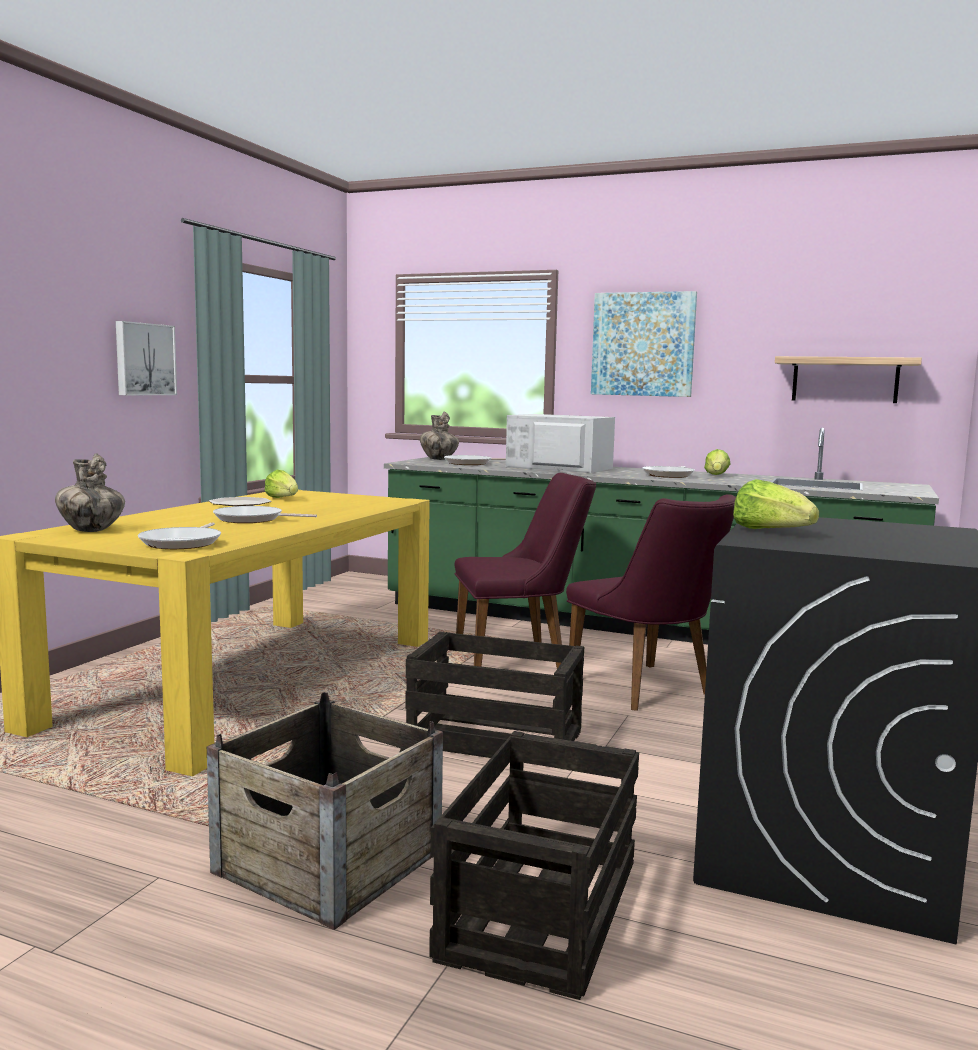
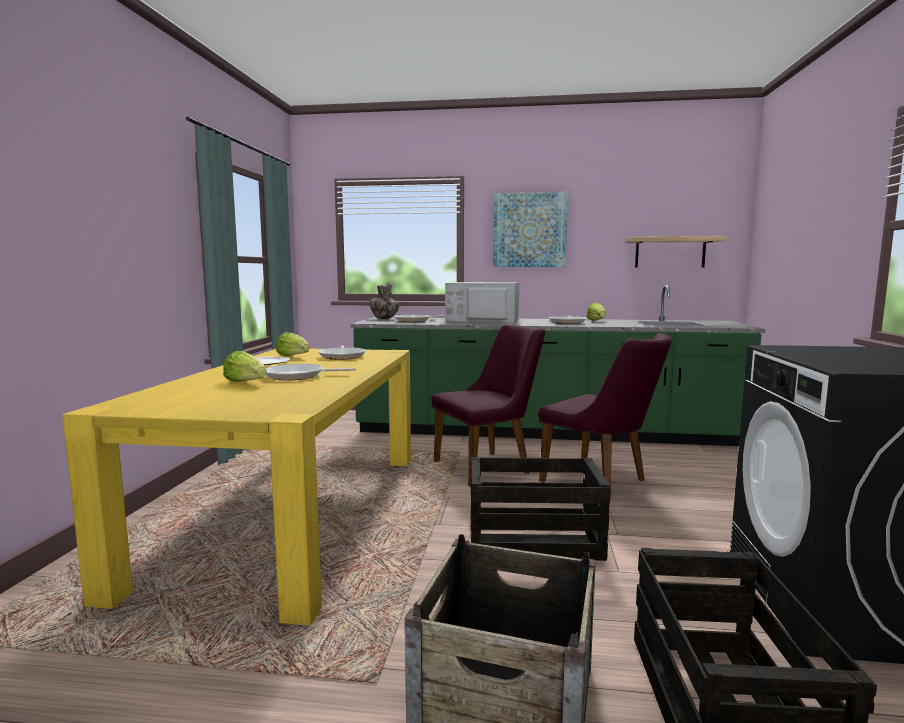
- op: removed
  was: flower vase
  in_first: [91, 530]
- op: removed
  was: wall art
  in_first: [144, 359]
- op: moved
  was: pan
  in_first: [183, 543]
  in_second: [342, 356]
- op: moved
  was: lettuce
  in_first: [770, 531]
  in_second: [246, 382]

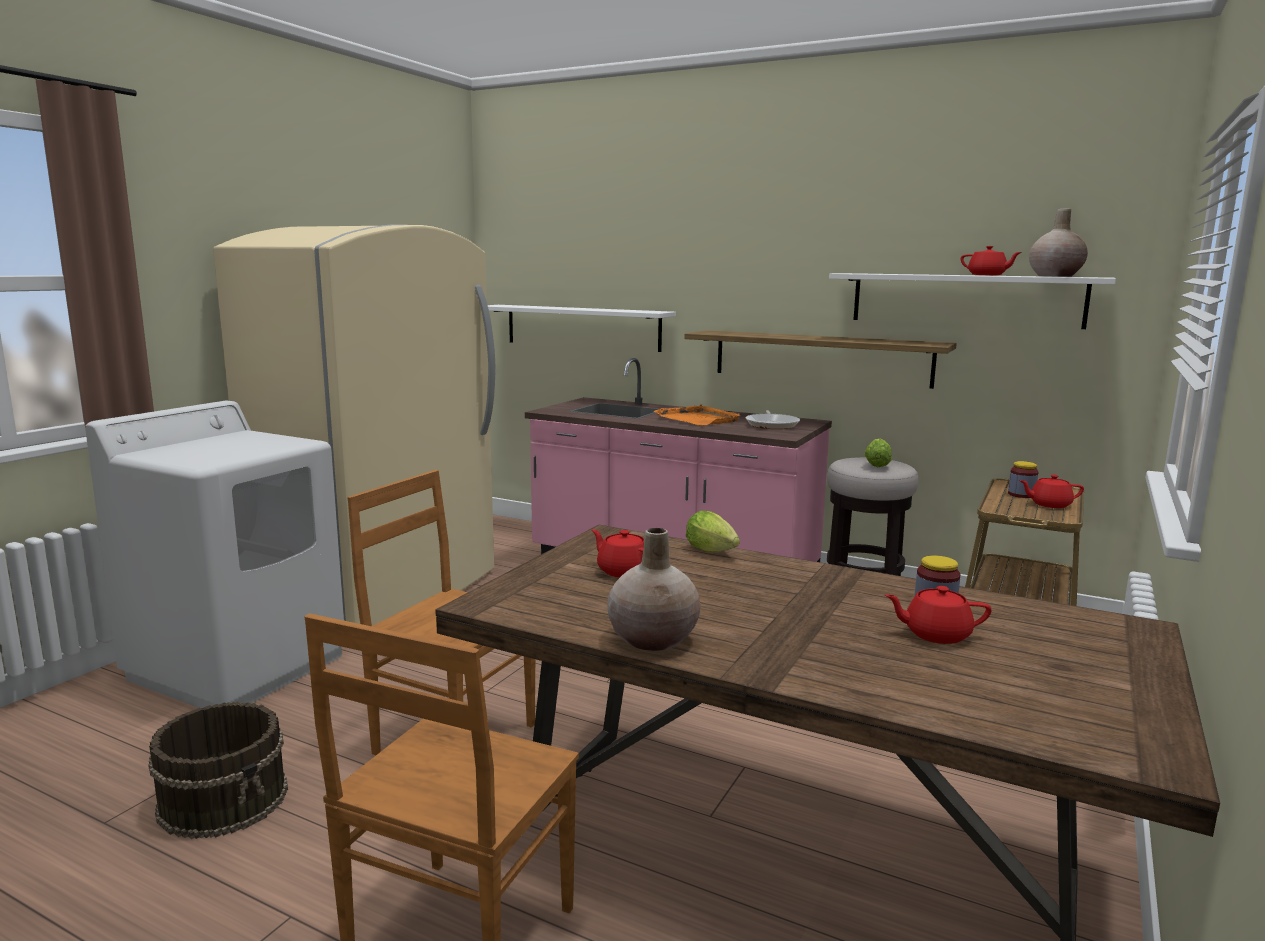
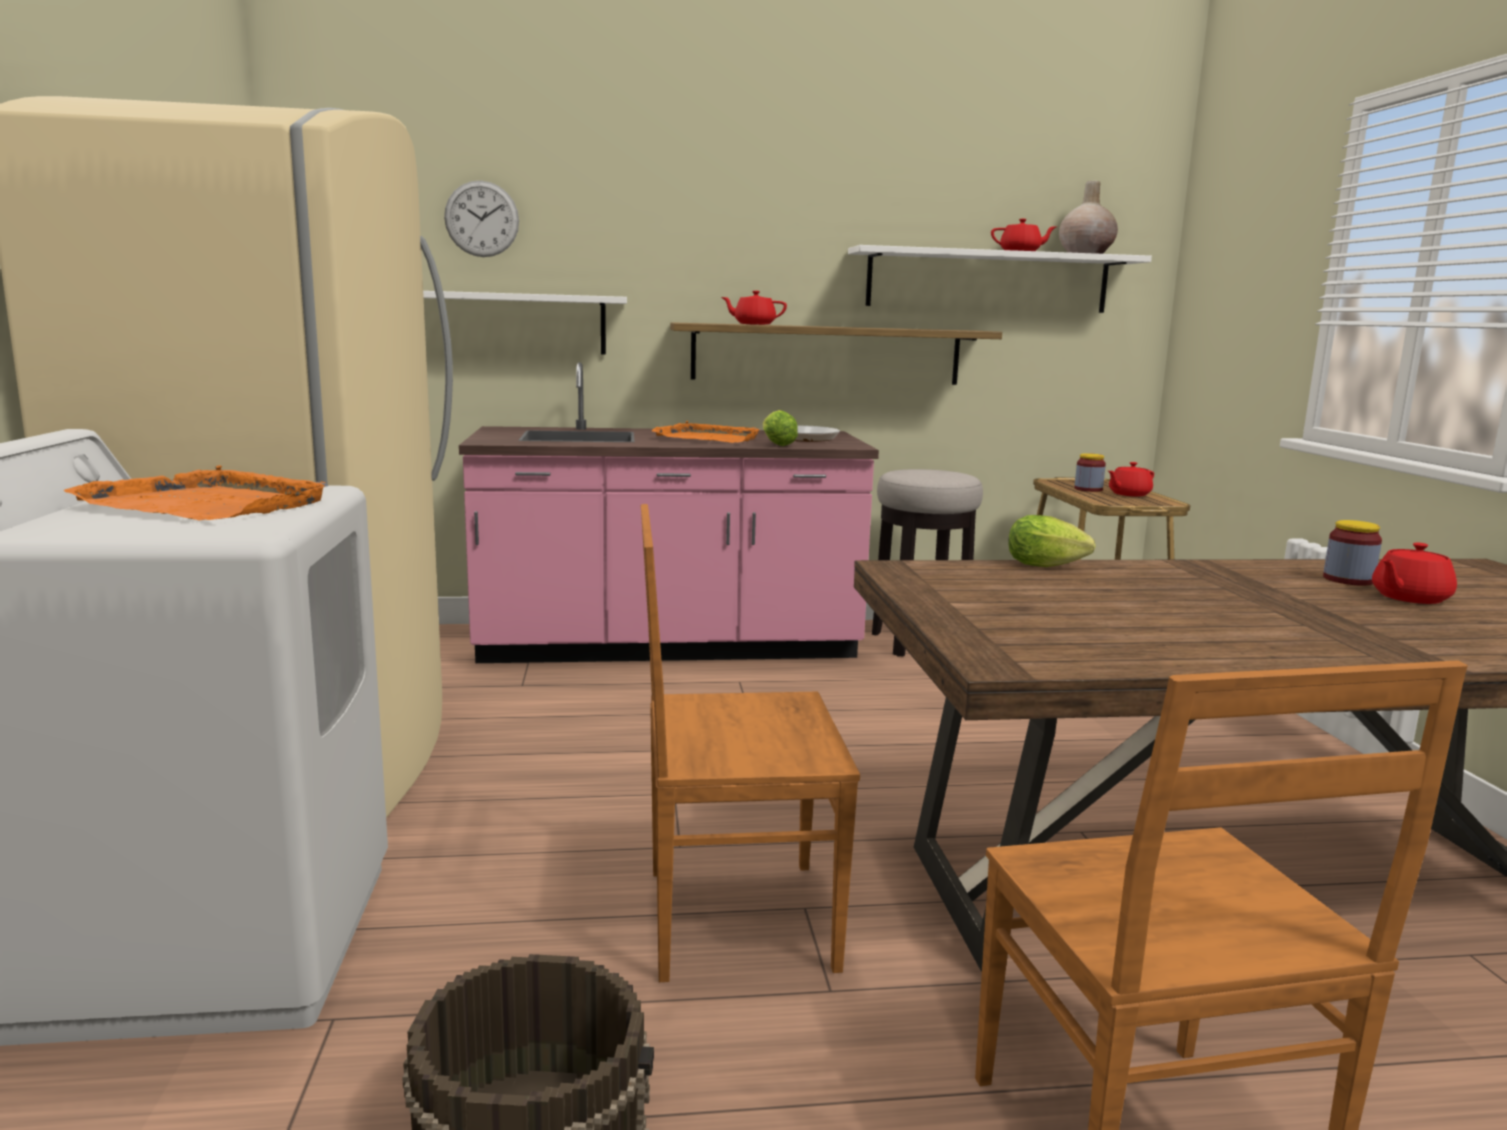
- op: moved
  was: teapot (reddish)
  in_first: [623, 571]
  in_second: [753, 324]
- op: removed
  was: flower vase (beige)
  in_first: [653, 639]
- op: moved
  was: lettuce
  in_first: [877, 464]
  in_second: [776, 444]
- op: added
  now: carrying tray (orangey)
  in_second: [208, 504]
- op: added
  now: clock on the wall
  in_second: [481, 219]

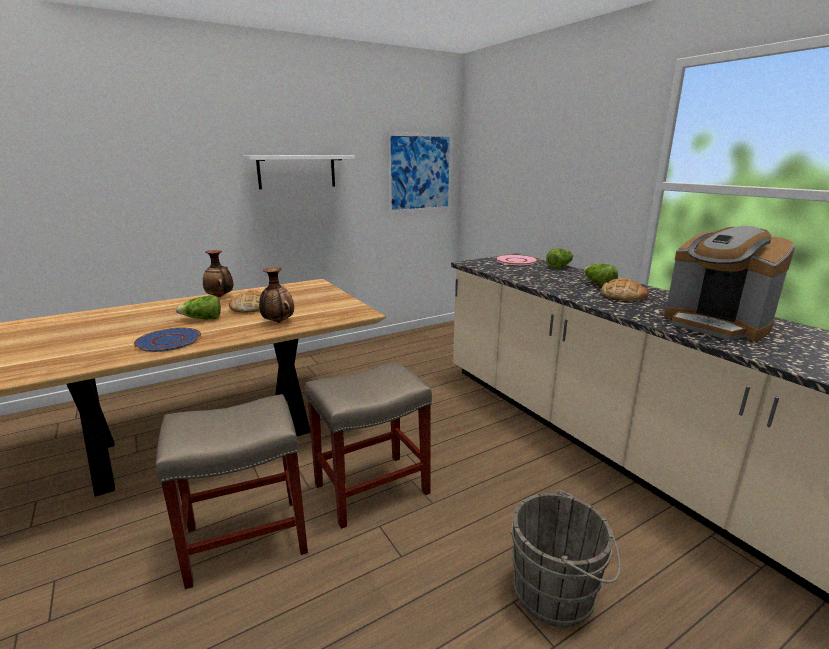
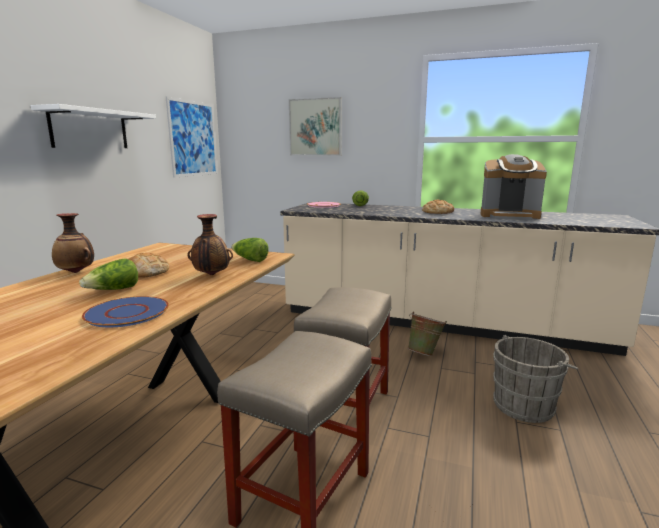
- op: moved
  was: lettuce
  in_first: [598, 284]
  in_second: [250, 260]
- op: added
  now: wall art
  in_second: [315, 127]
- op: added
  now: water bucket (greenish)
  in_second: [425, 353]

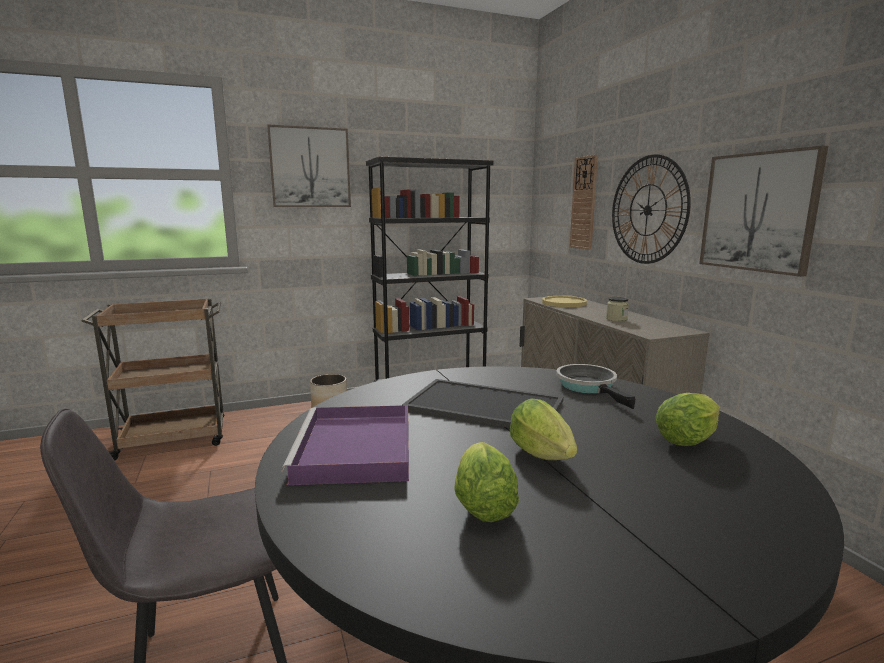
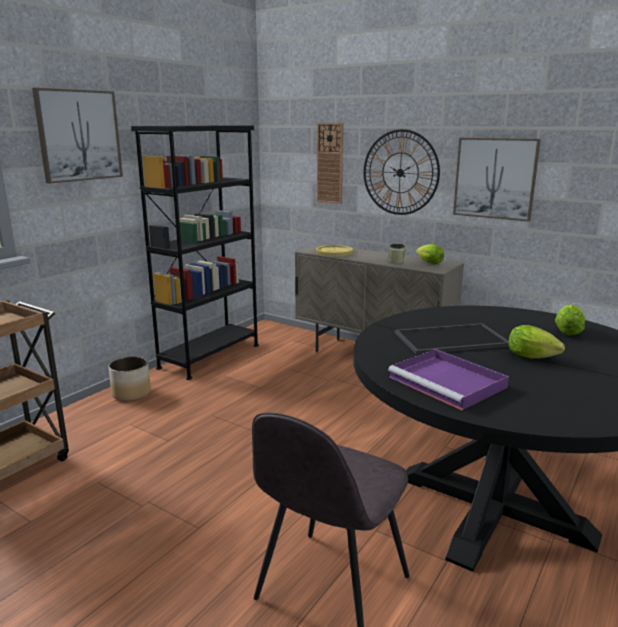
- op: moved
  was: lettuce
  in_first: [483, 503]
  in_second: [428, 263]
- op: removed
  was: pan
  in_first: [589, 387]

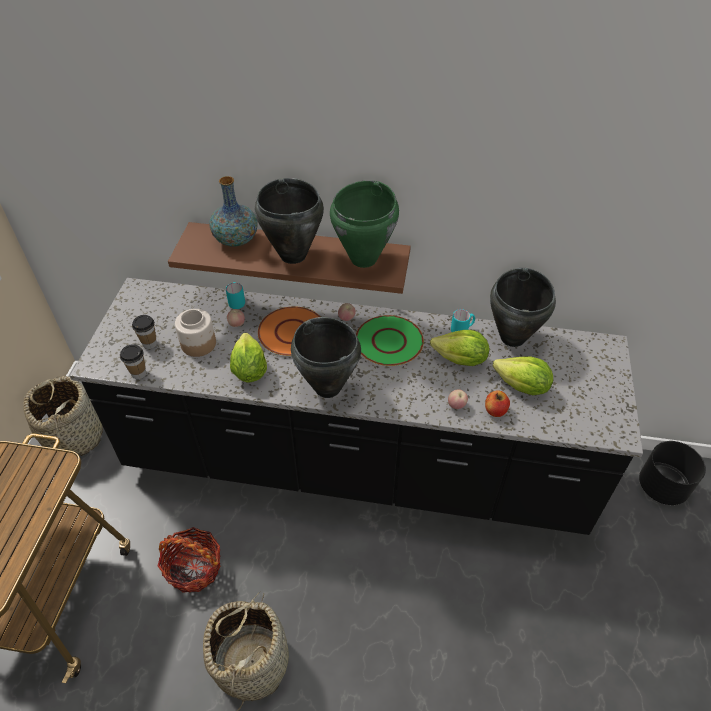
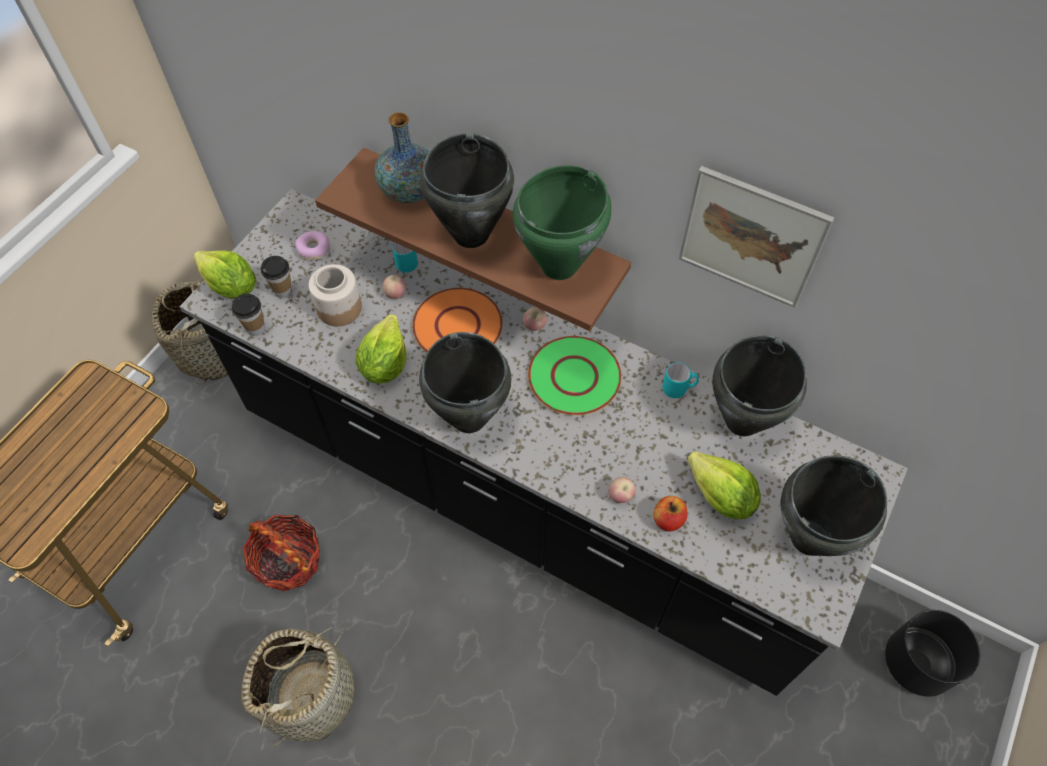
- op: moved
  was: lettuce
  in_first: [460, 360]
  in_second: [231, 287]
- op: added
  now: doughnut
  in_second: [314, 249]
- op: added
  now: wall art
  in_second: [751, 237]
- op: added
  now: stockpot (black)
  in_second: [810, 538]

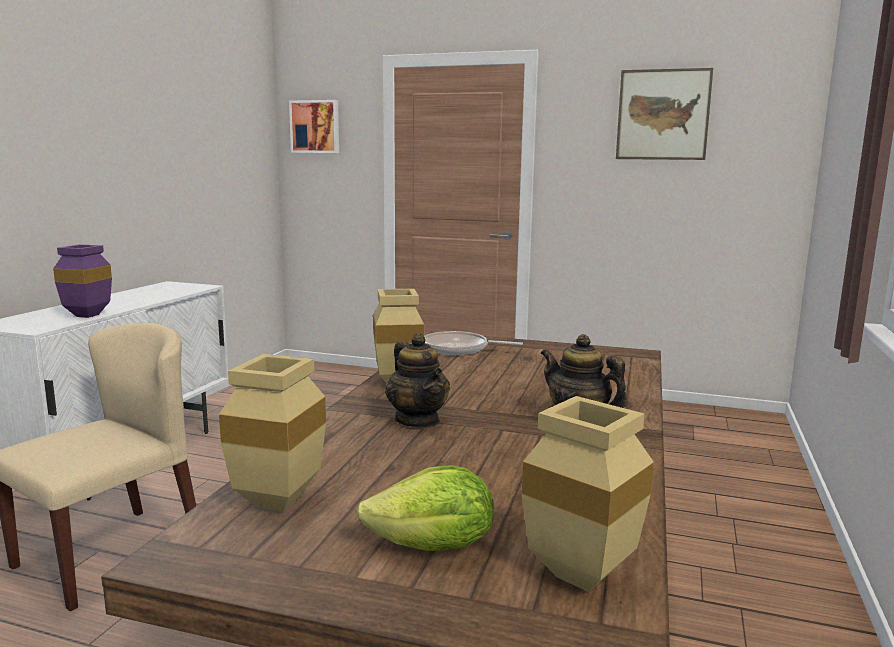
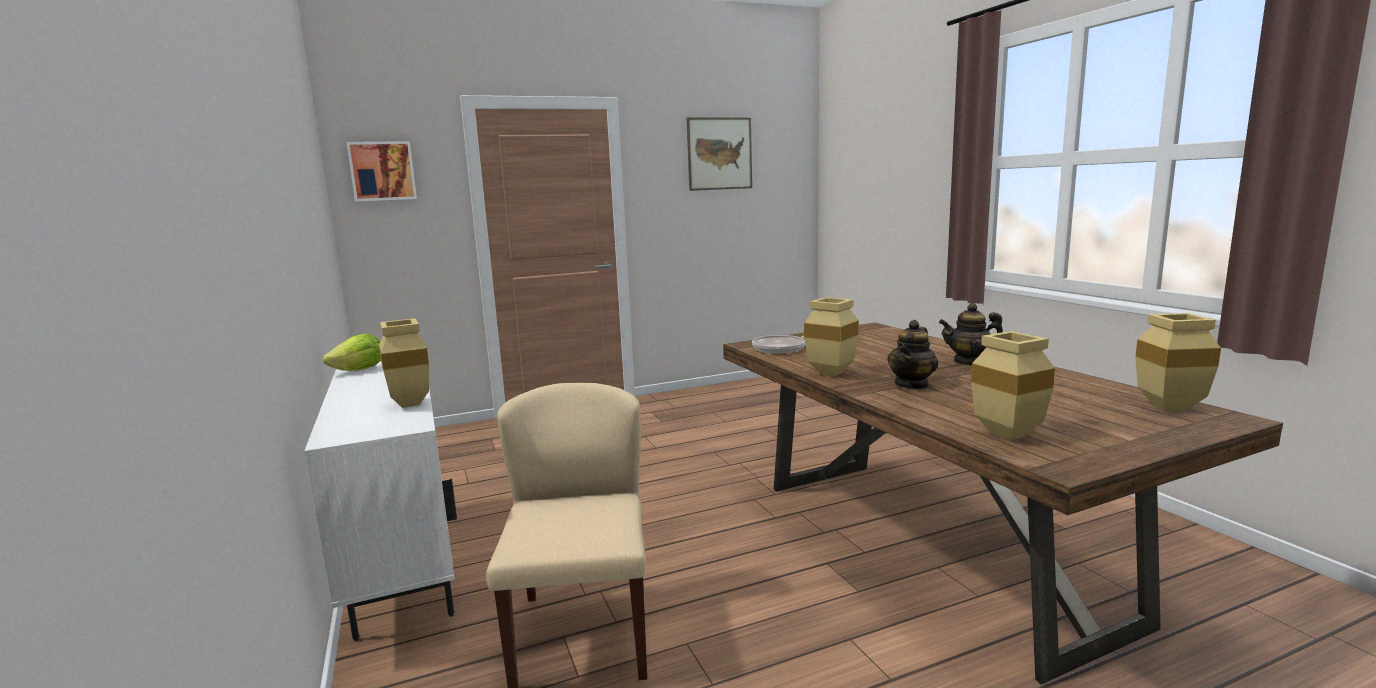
- op: recoloured
  was: flower vase (purple)
  now: flower vase (beige)
  in_first: [88, 315]
  in_second: [408, 403]
- op: moved
  was: lettuce
  in_first: [434, 548]
  in_second: [360, 370]
- op: turned
  was: teapot
  in_first: [418, 420]
  in_second: [912, 384]
  clockwise: 105

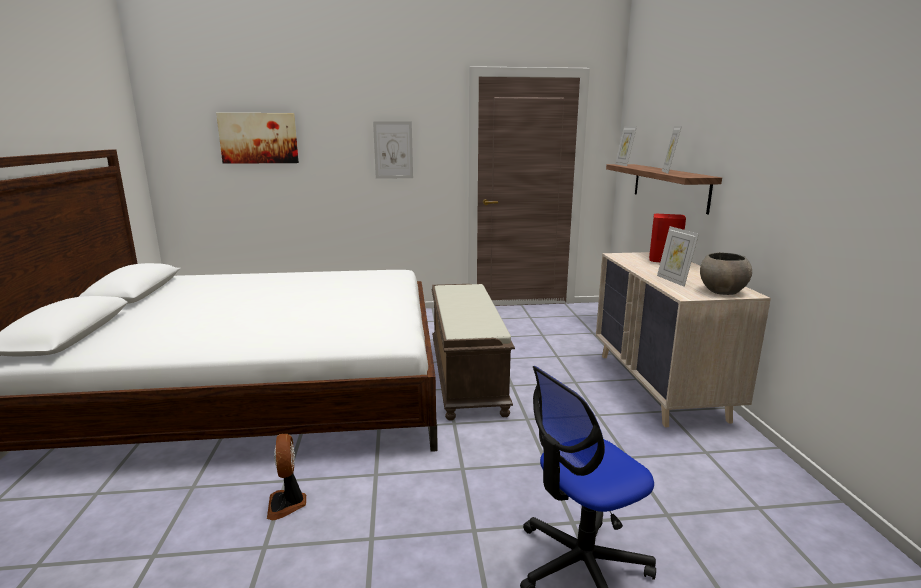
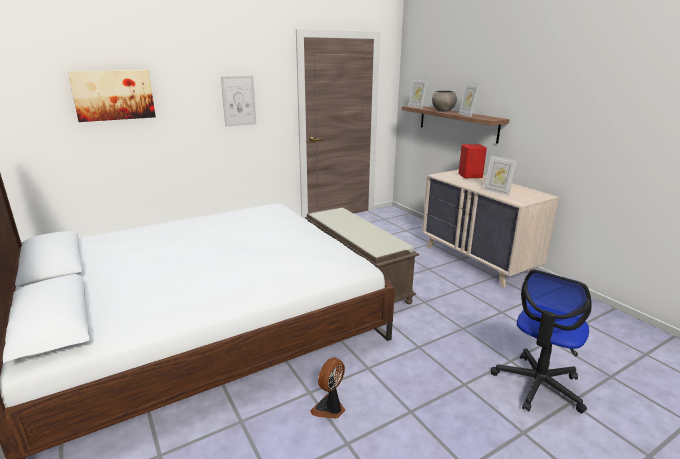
- op: turned
  was: electric fan
  in_first: [287, 504]
  in_second: [330, 408]
  clockwise: 75
- op: moved
  was: deep dish (gray)
  in_first: [721, 291]
  in_second: [442, 111]

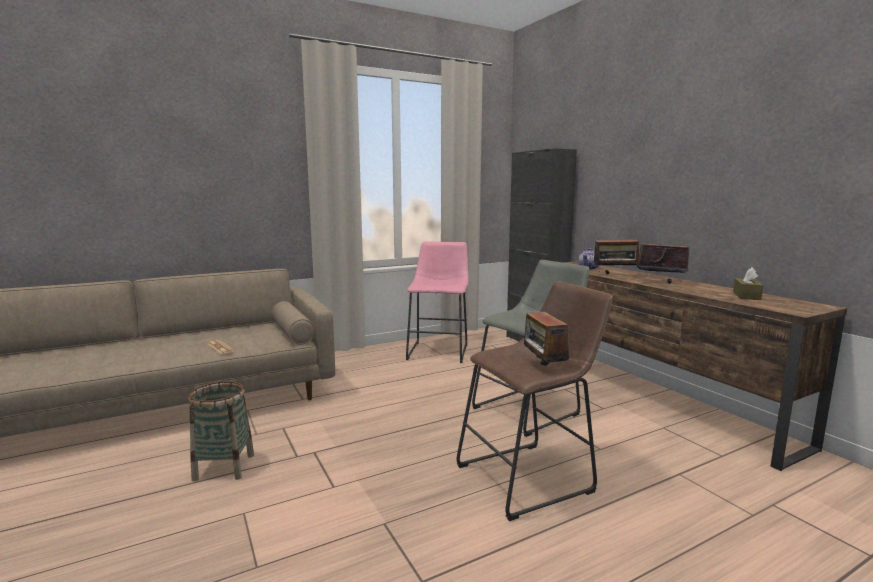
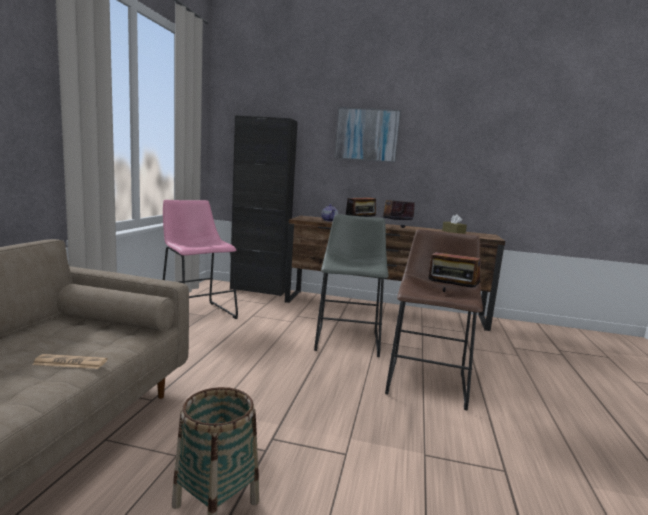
- op: added
  now: wall art
  in_second: [367, 135]

